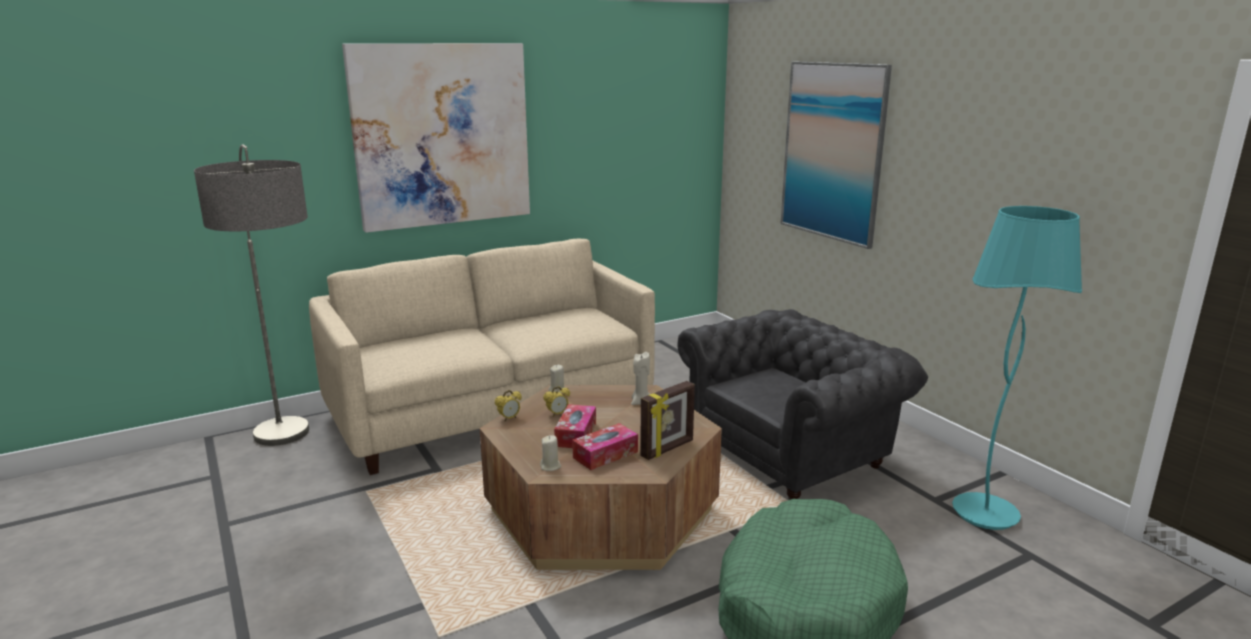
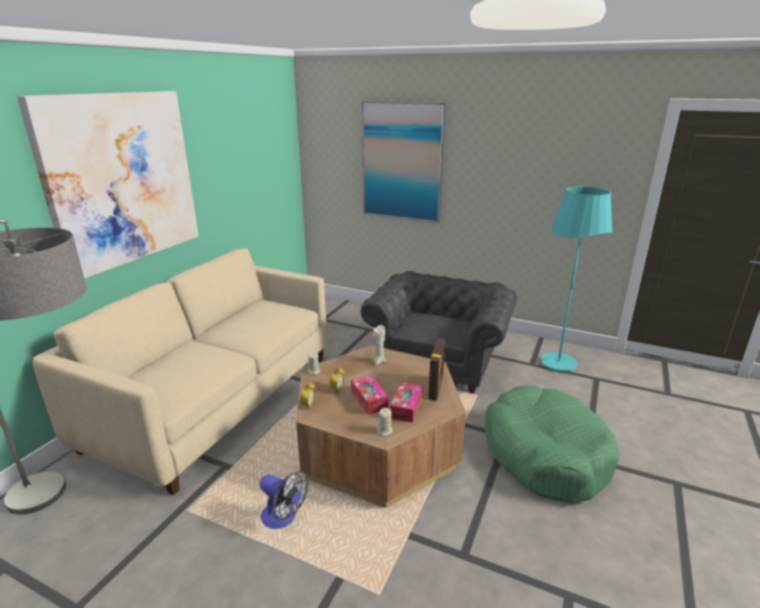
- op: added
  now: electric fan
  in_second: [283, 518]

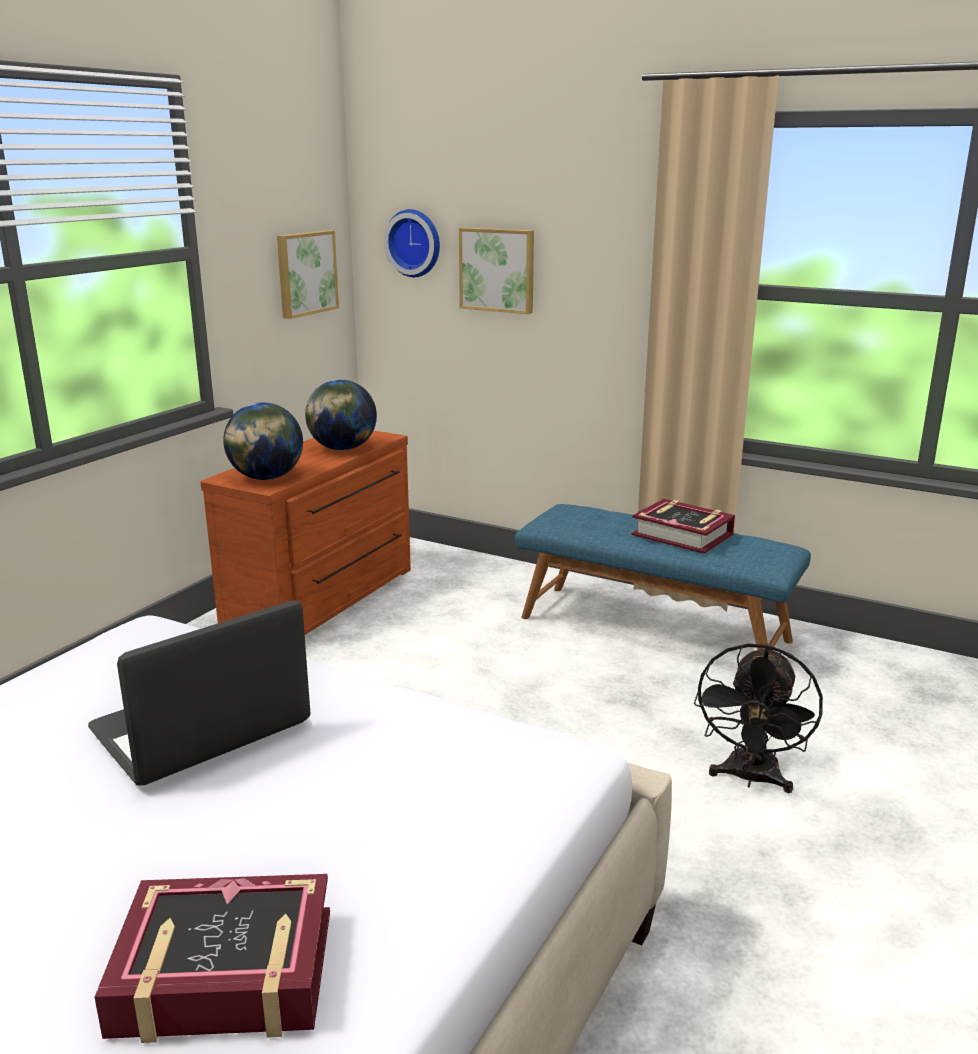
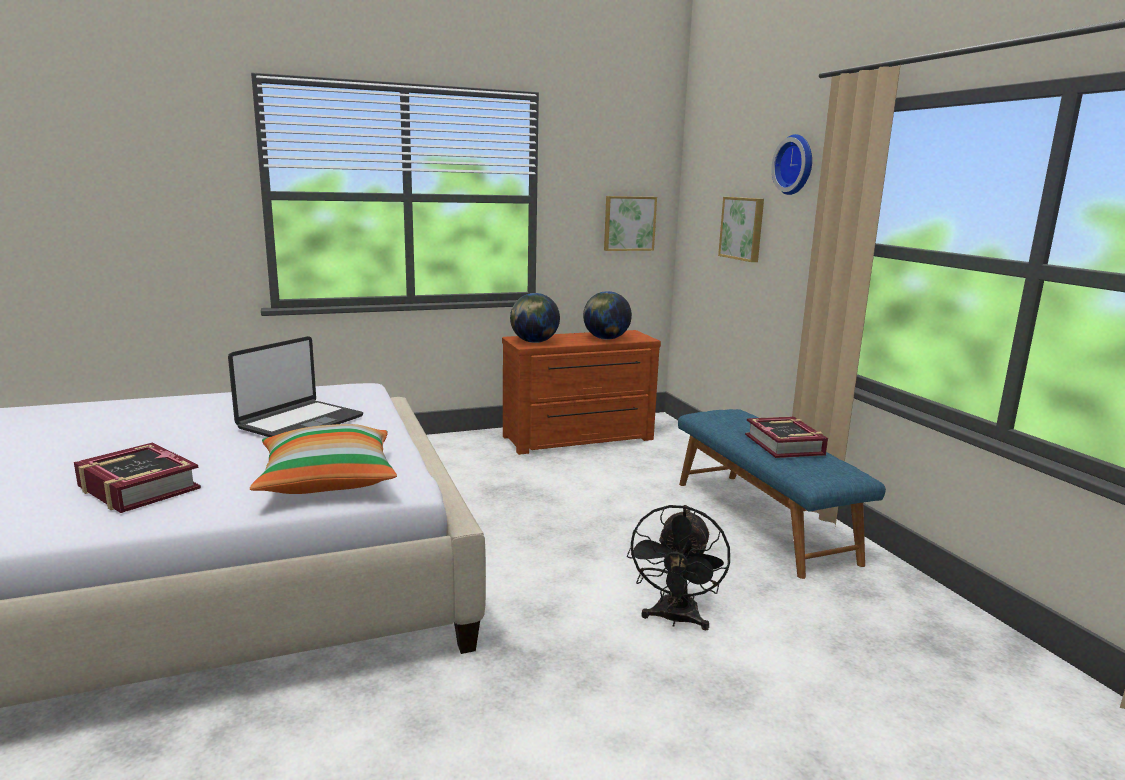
- op: turned
  was: laptop
  in_first: [202, 729]
  in_second: [300, 422]
  clockwise: 120
- op: moved
  was: clock on the wall
  in_first: [415, 243]
  in_second: [796, 165]
- op: turned
  was: electric fan (black)
  in_first: [750, 779]
  in_second: [675, 619]
  clockwise: -45
- op: added
  now: cushion
  in_second: [327, 480]

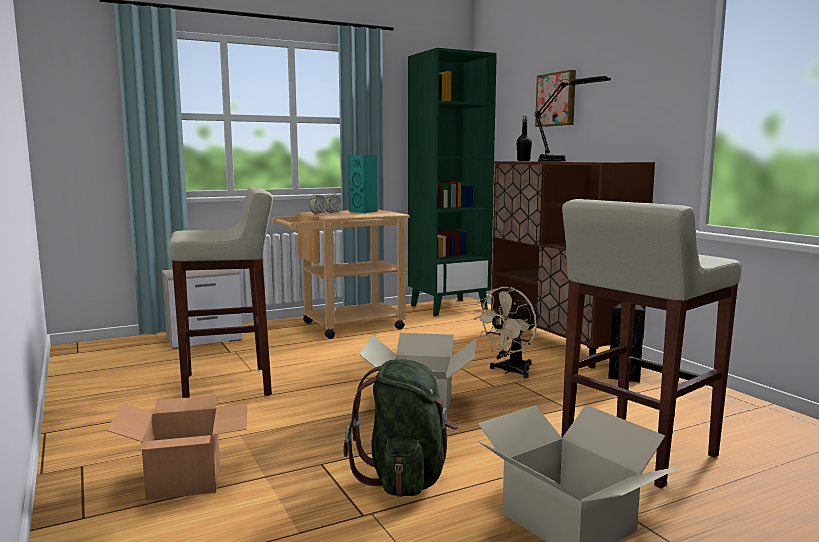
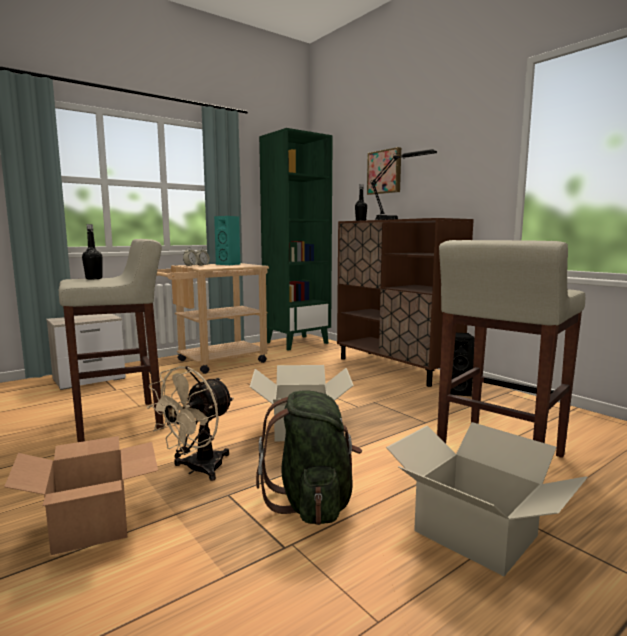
- op: moved
  was: electric fan (beige)
  in_first: [510, 372]
  in_second: [197, 470]
- op: added
  now: beverage bottle (black)
  in_second: [94, 278]

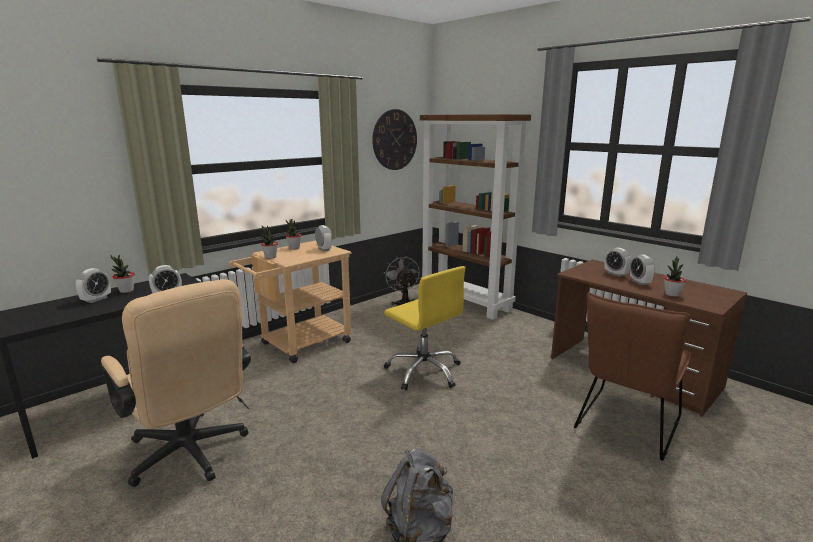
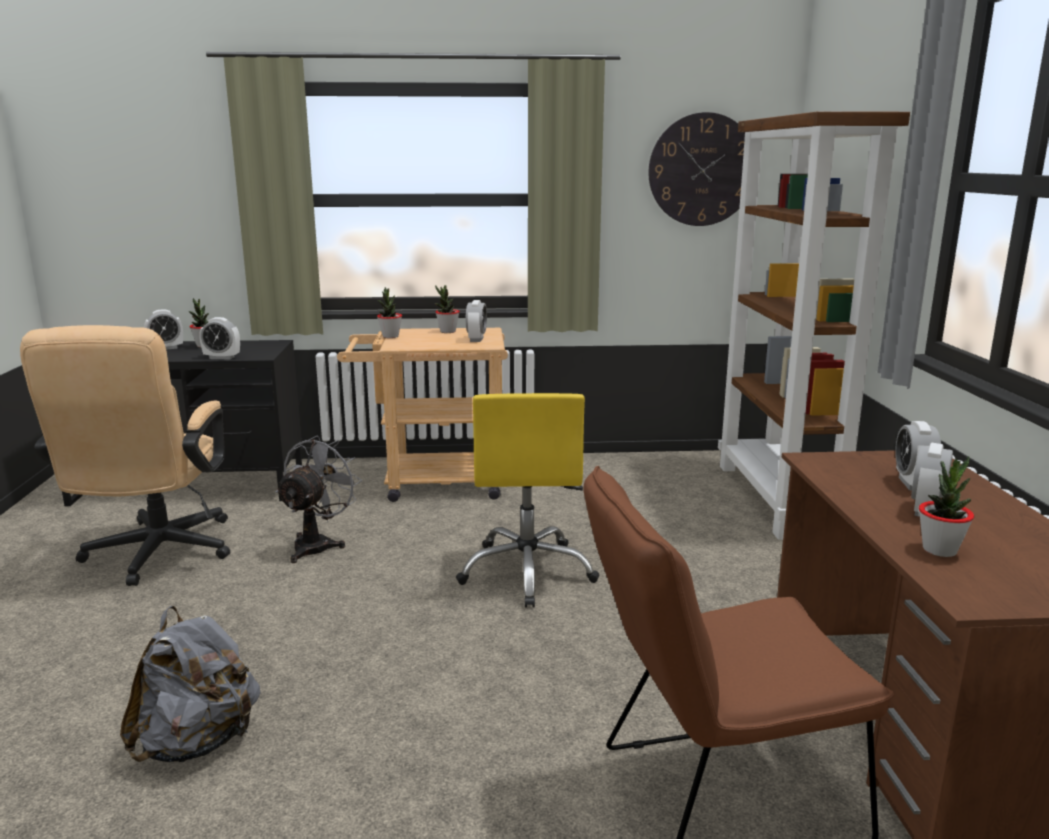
- op: moved
  was: electric fan (gray)
  in_first: [403, 303]
  in_second: [318, 544]

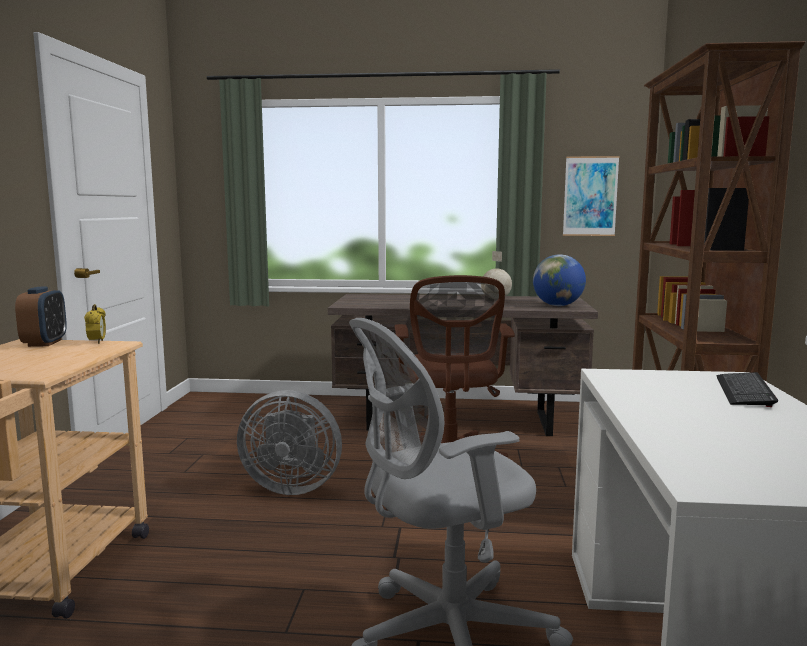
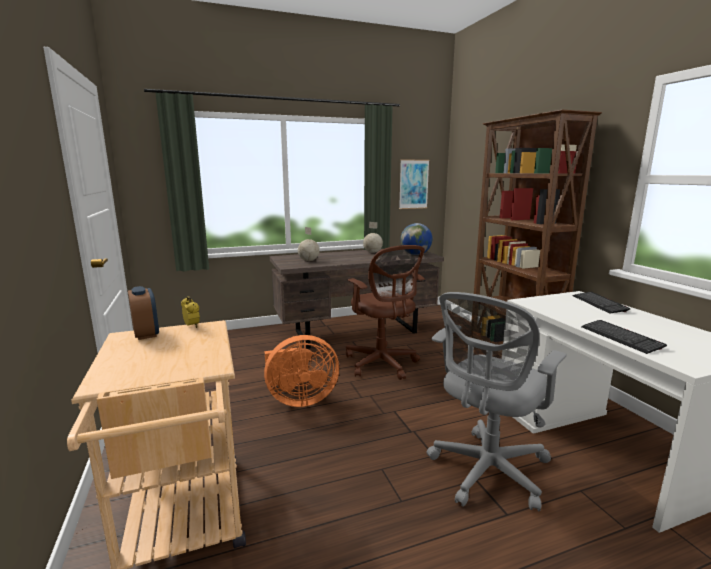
- op: recoloured
  was: electric fan (gray)
  now: electric fan (orangey)
  in_first: [291, 486]
  in_second: [299, 399]
- op: added
  now: desk globe
  in_second: [309, 260]
- op: added
  now: keyboard
  in_second: [621, 337]

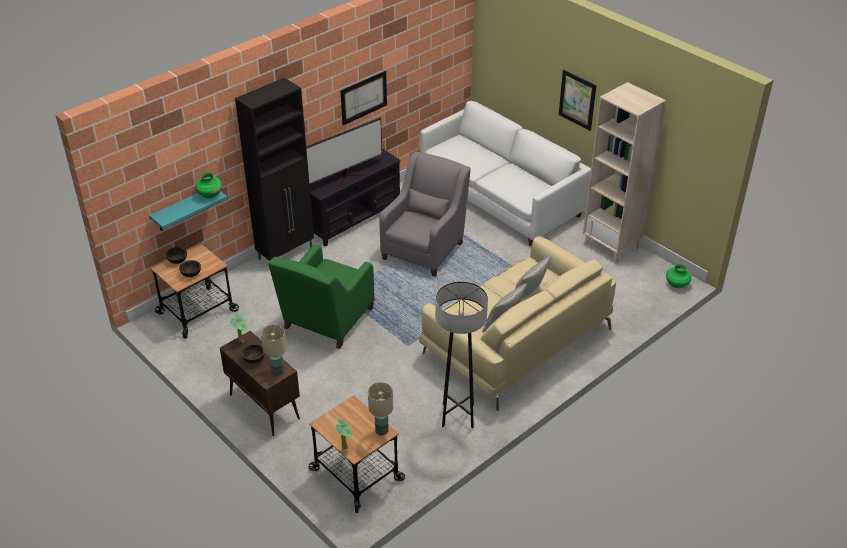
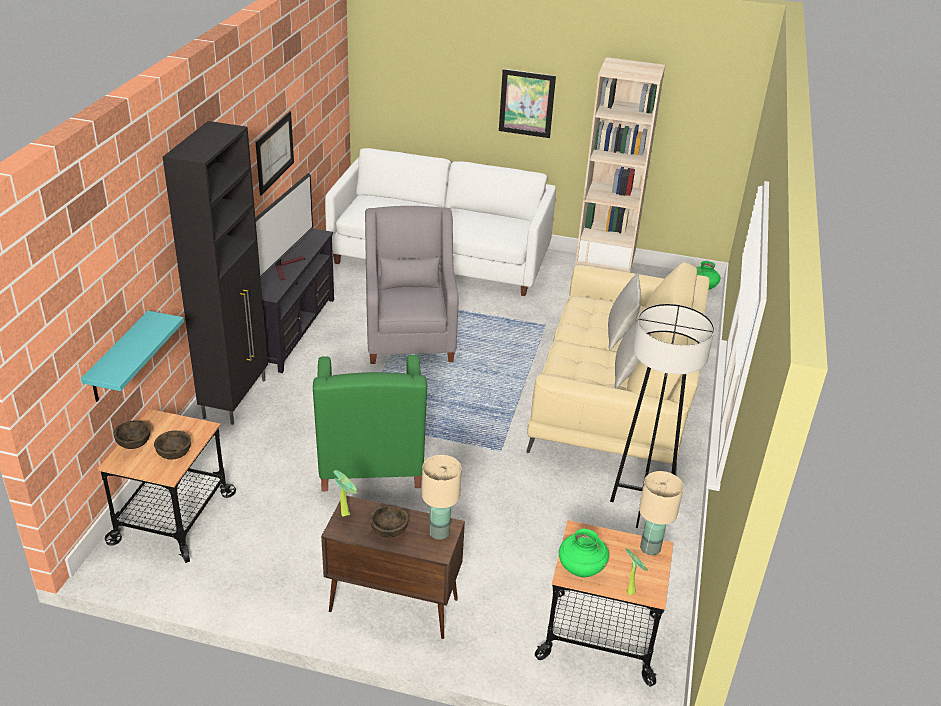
- op: moved
  was: flower vase (greenish)
  in_first: [210, 195]
  in_second: [581, 568]

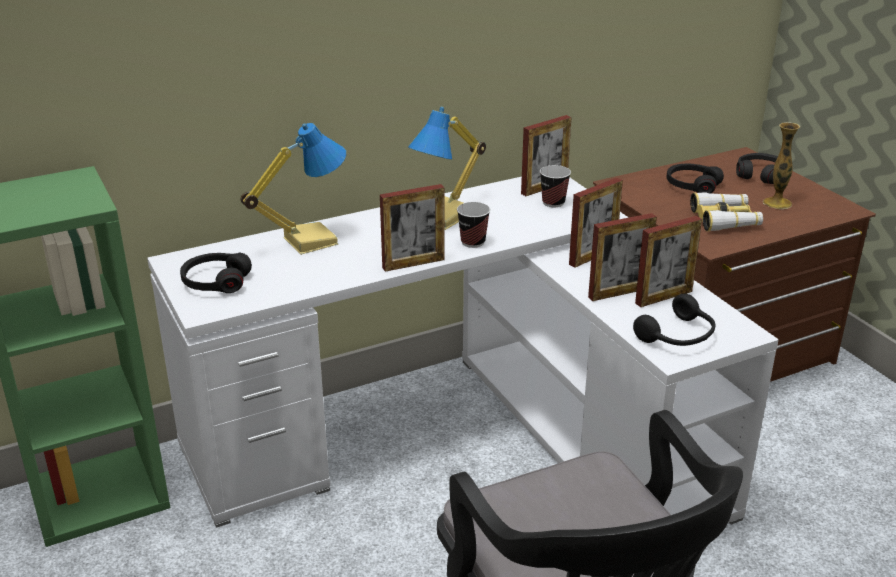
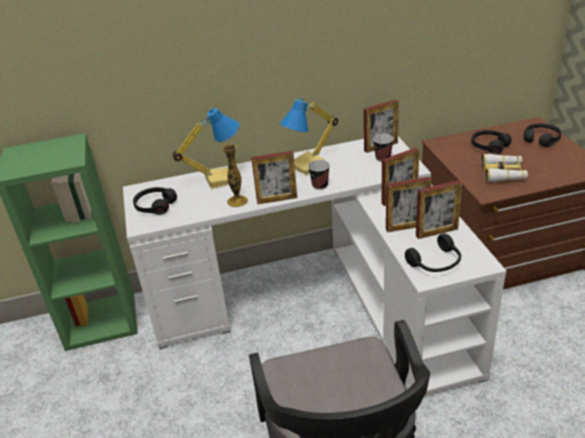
- op: moved
  was: flower vase
  in_first: [777, 203]
  in_second: [237, 201]

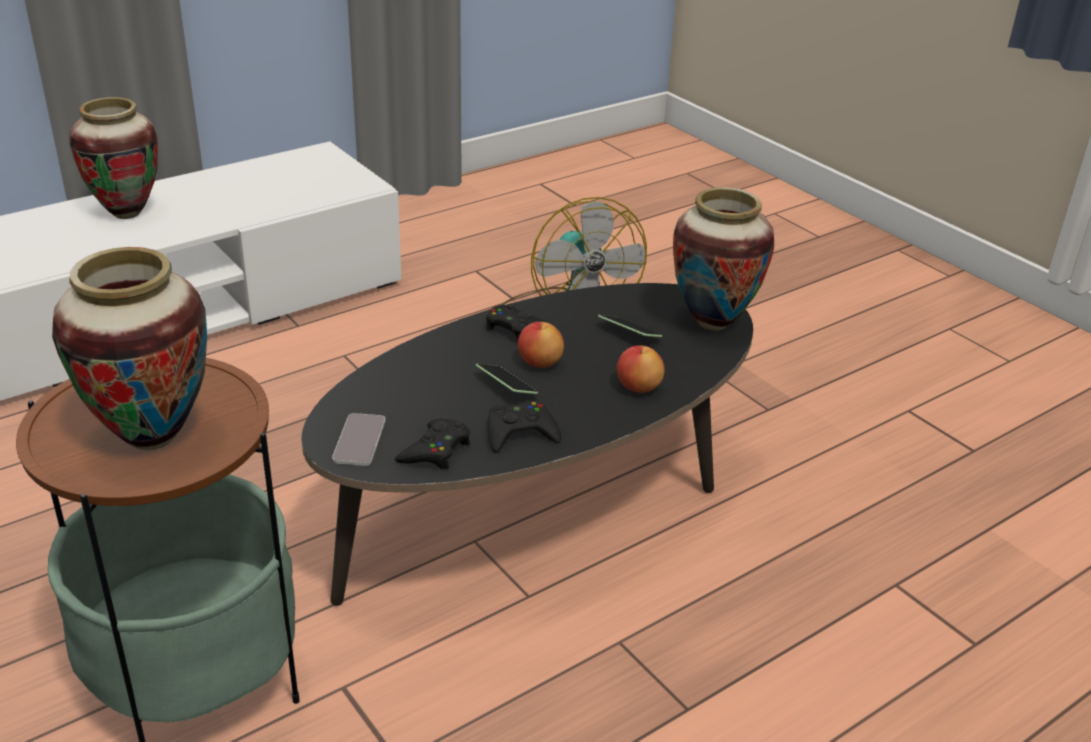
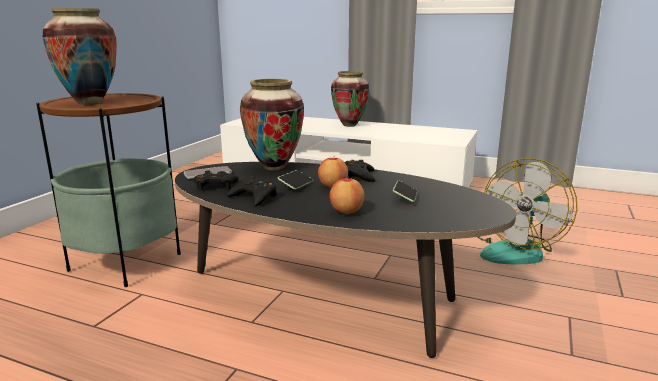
- op: moved
  was: flower vase
  in_first: [712, 323]
  in_second: [274, 167]

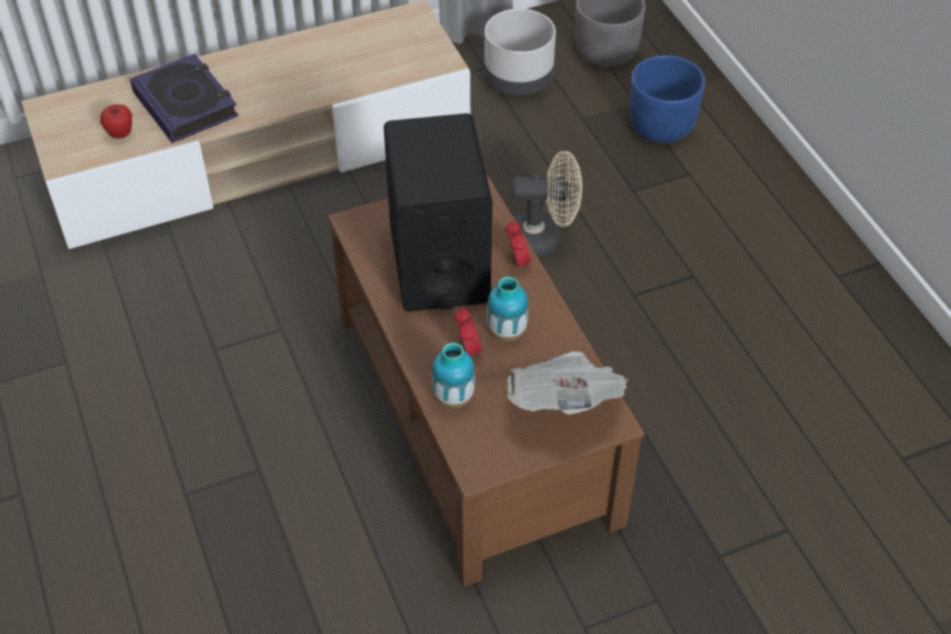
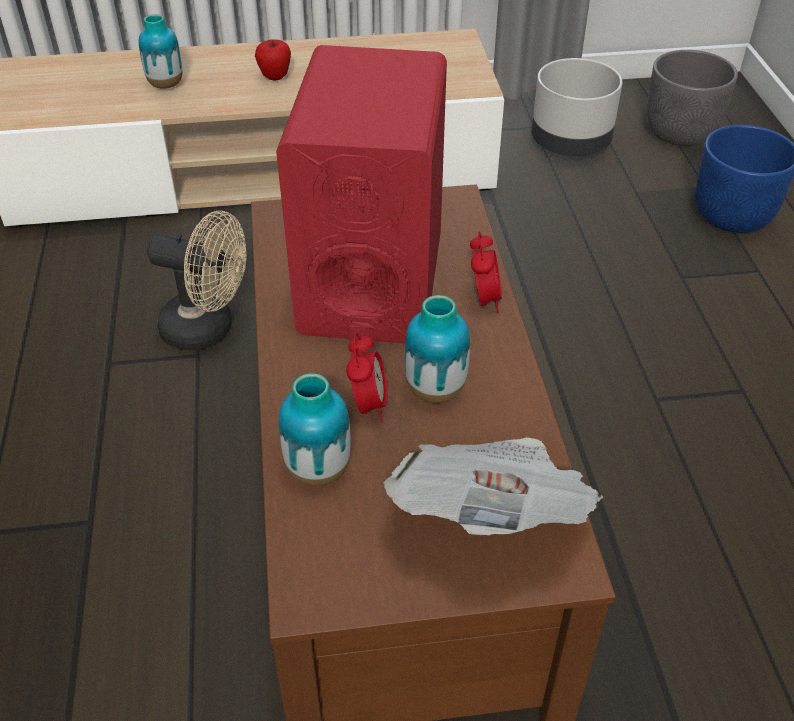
- op: moved
  was: apple fruit
  in_first: [120, 134]
  in_second: [275, 77]
- op: replaced
  was: bound book
  now: flower vase
  in_first: [186, 104]
  in_second: [166, 84]
- op: recoloured
  was: loudspeaker (black)
  now: loudspeaker (reddish)
  in_first: [439, 264]
  in_second: [371, 282]
- op: moved
  was: electric fan (beige)
  in_first: [543, 239]
  in_second: [208, 329]

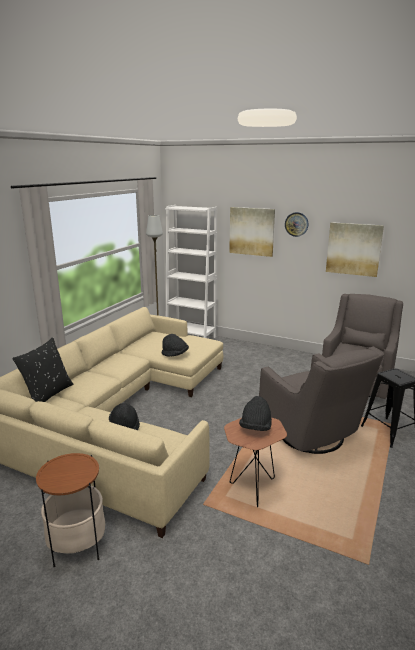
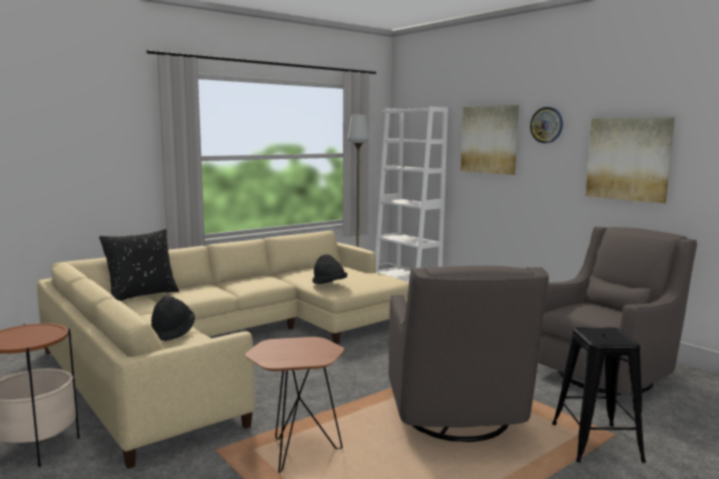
- op: removed
  was: clothing hat (black)
  in_first: [255, 428]

